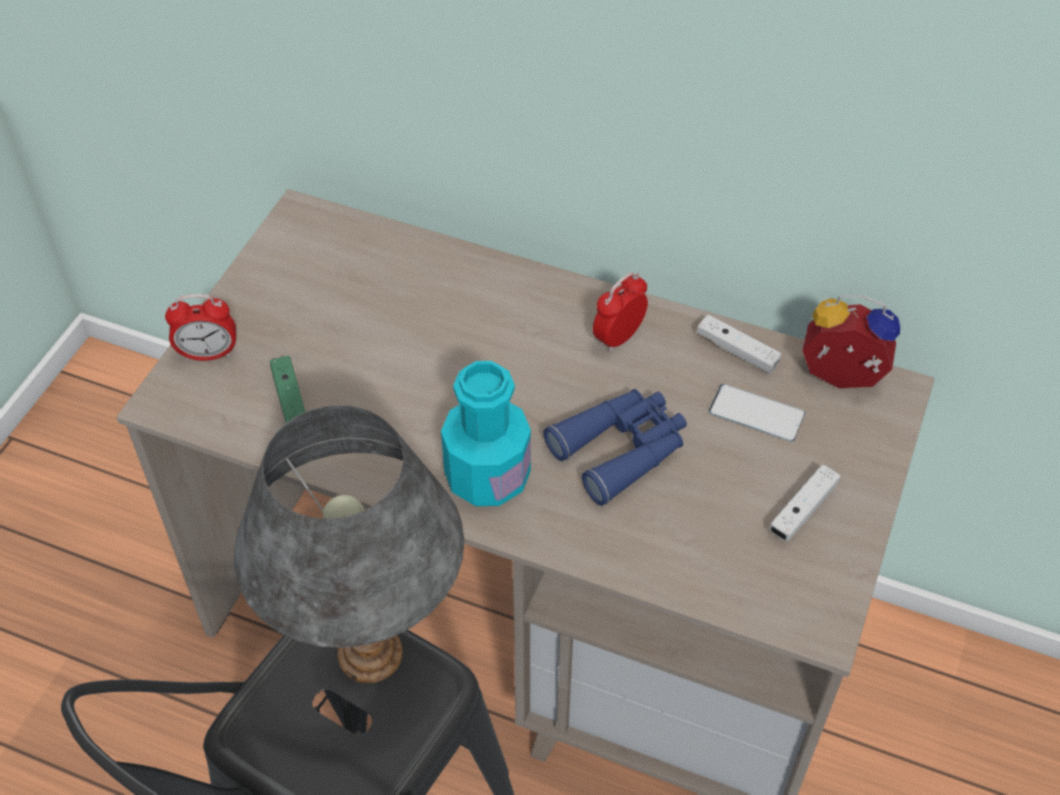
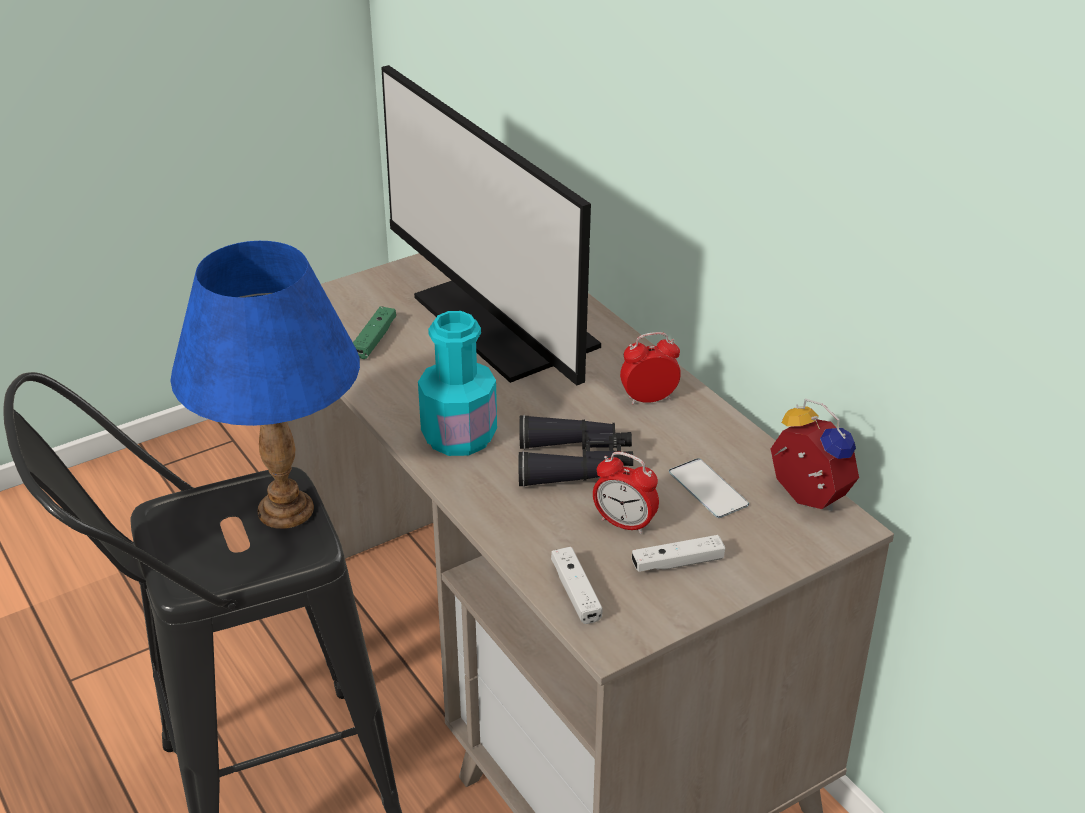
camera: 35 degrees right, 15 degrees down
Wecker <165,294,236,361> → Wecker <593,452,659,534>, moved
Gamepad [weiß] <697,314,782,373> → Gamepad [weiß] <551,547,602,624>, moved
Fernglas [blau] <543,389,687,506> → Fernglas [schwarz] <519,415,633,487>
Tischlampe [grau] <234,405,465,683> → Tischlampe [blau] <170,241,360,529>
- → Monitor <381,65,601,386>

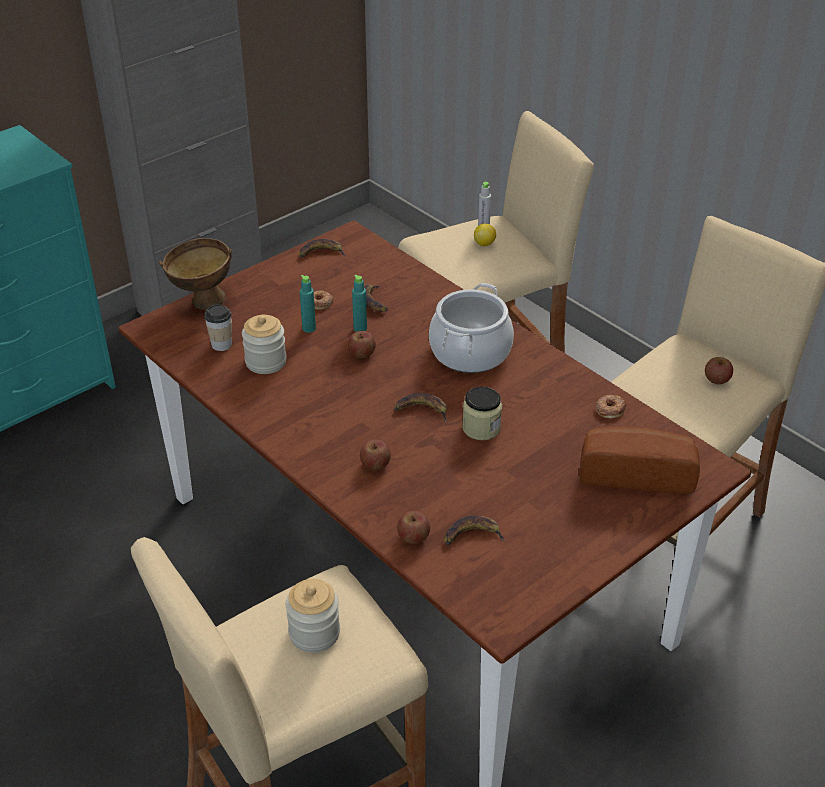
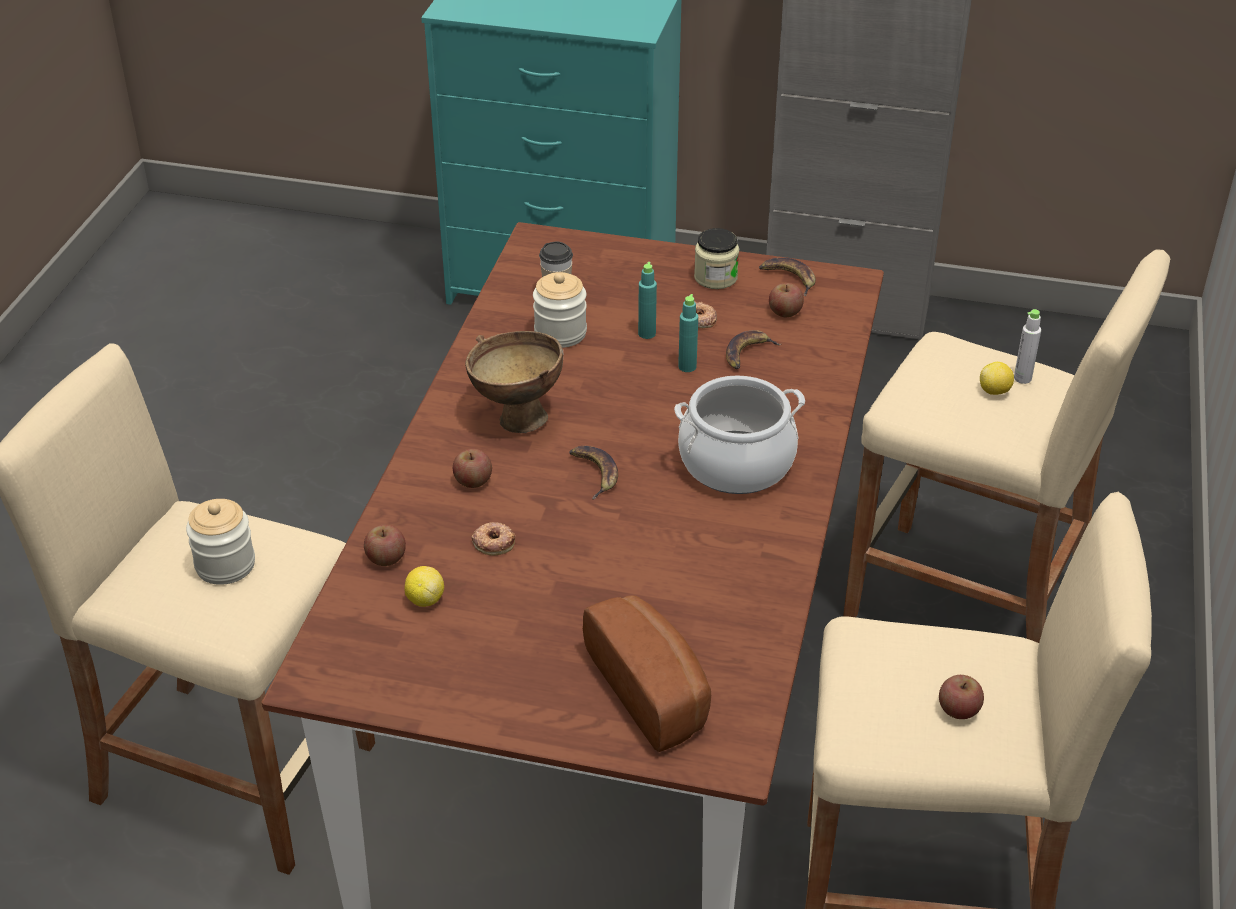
camera: 55 degrees right, 0 degrees up
Schüssel [braun] <159,238,232,310> → Schüssel [braun] <465,331,563,433>, moved
Apfel <348,331,376,358> → Apfel <769,283,804,317>, moved
Vorratsglas <462,387,502,440> → Vorratsglas <694,228,739,289>, moved
Donut <596,395,626,419> → Donut <472,522,515,556>, moved
Banane <444,516,506,546> → Zitrone <404,566,444,607>

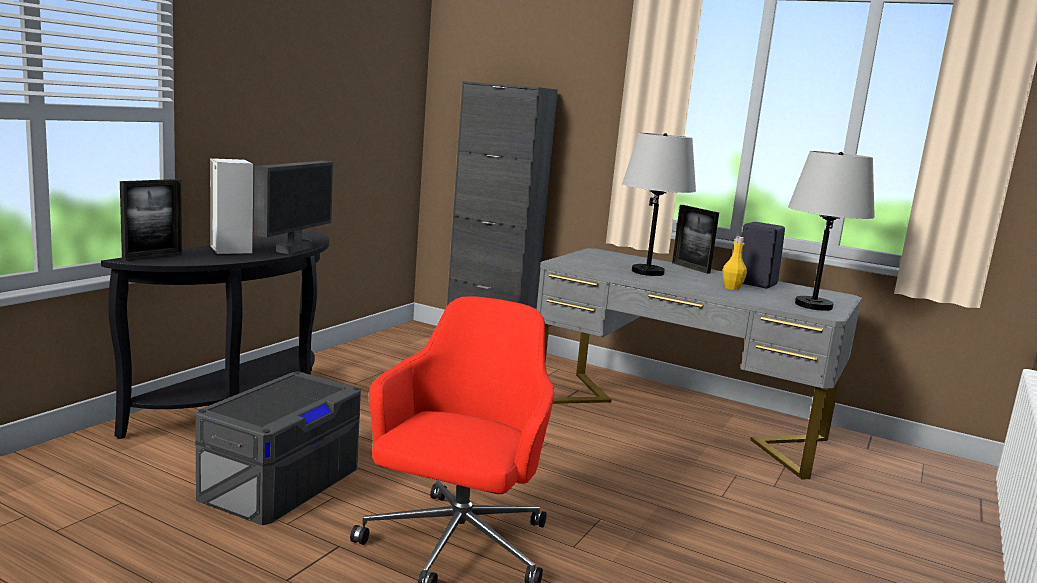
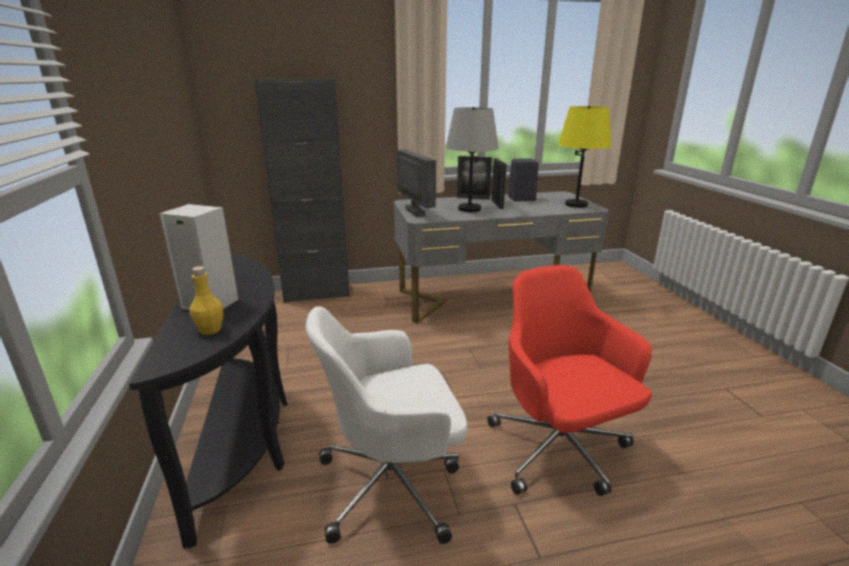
camera: 40 degrees left, 10 degrees up
Tischlampe [grau] <788,151,875,311> → Tischlampe [gelb] <558,106,611,208>
Monitor <254,161,333,254> → Monitor <397,149,436,217>, moved
Bilderrahmen <120,179,182,261> → Bilderrahmen <491,158,507,209>, moved
Flasche [gelb] <723,237,747,290> → Flasche [gelb] <189,266,223,335>, moved
Aufbewahrungsbox [grau] <195,372,361,525> → Bürostuhl [weiß] <306,306,468,544>

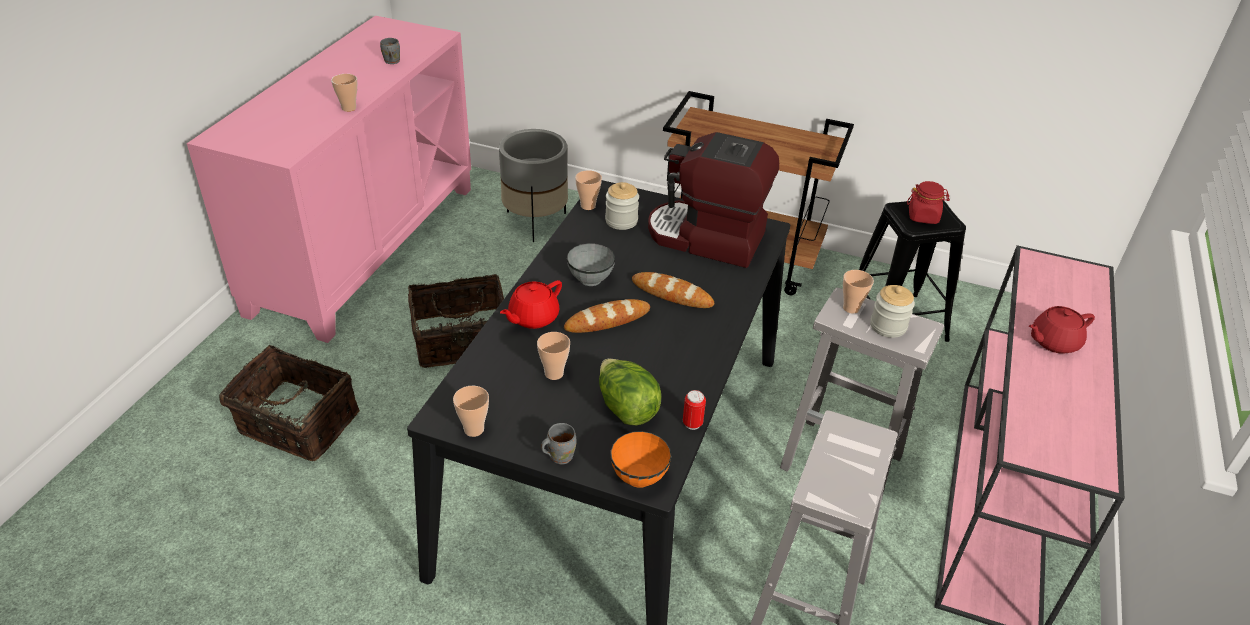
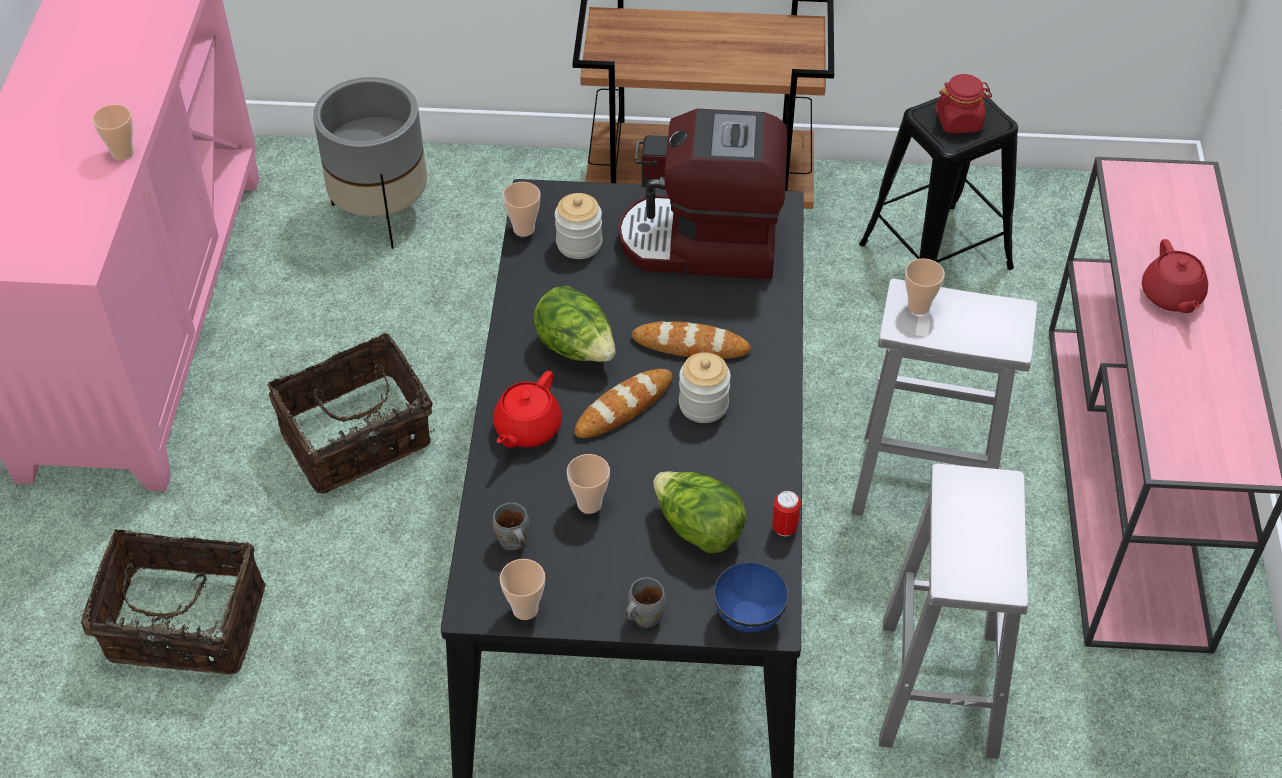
camera: 15 degrees left, 10 degrees up
Henkelbecher [grau] <380,38,400,64> → Henkelbecher [grau] <493,503,529,550>, moved
Schüssel [grau] <567,243,615,286> → Salatkopf <534,286,616,362>
Vorratsglas <870,285,915,338> → Vorratsglas <679,352,731,423>, moved
Teekanne [rot] <1029,306,1095,354> → Teekanne [rot] <1142,239,1208,313>, 60 degrees counterclockwise
Schüssel [orange] <610,431,671,488> → Schüssel [blau] <714,562,789,633>

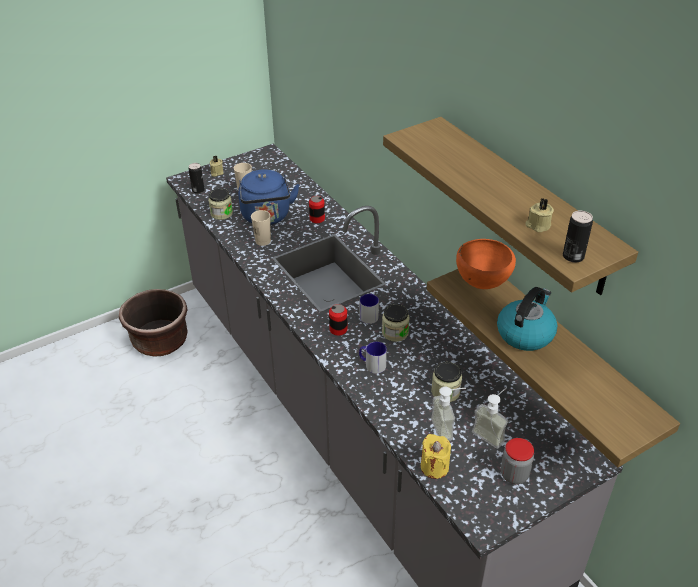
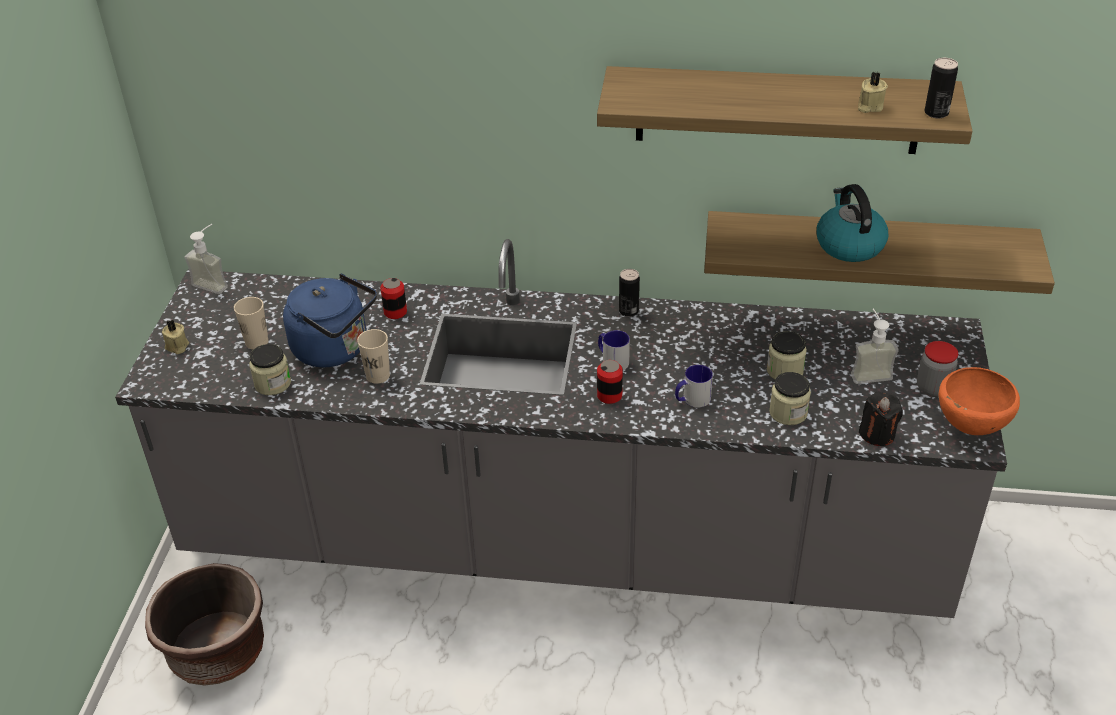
camera: 50 degrees left, 0 degrees up
Dose <189,163,205,194> → Dose <619,269,640,317>, moved
Schüssel [orange] <456,239,516,289> → Schüssel [orange] <939,367,1020,435>, moved
Vorratsglas <382,304,410,342> → Vorratsglas <769,372,811,425>, moved
Seifenspender <431,387,466,441> → Seifenspender <184,224,228,294>, moved
Kerze [gelb] <421,434,451,479> → Kerze [schwarz] <859,392,903,446>

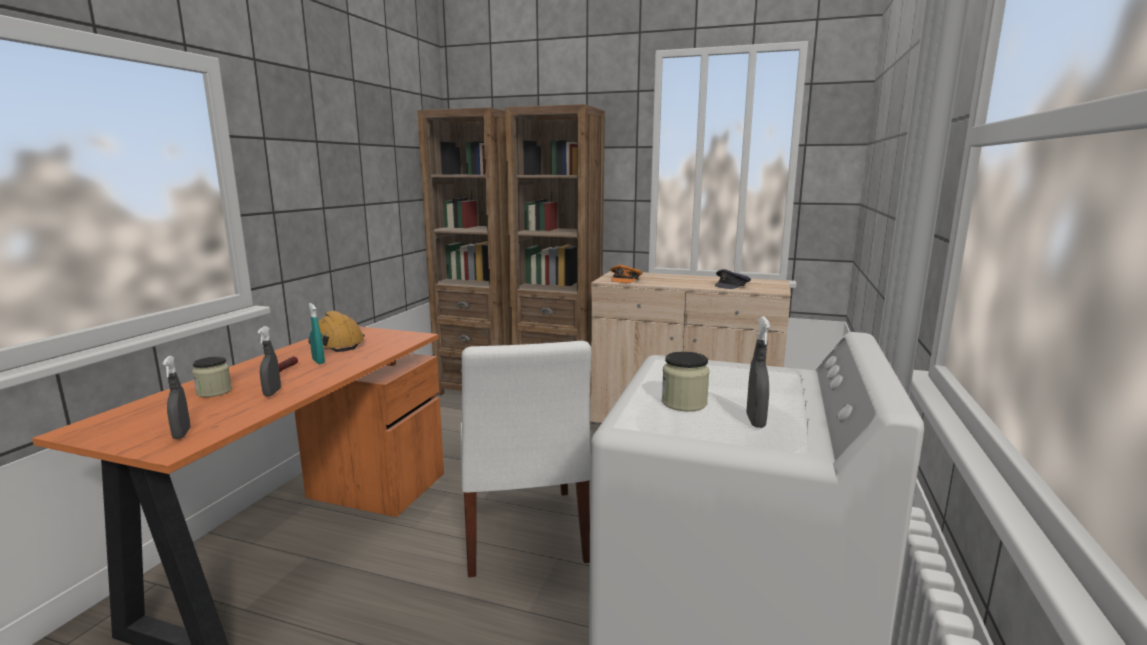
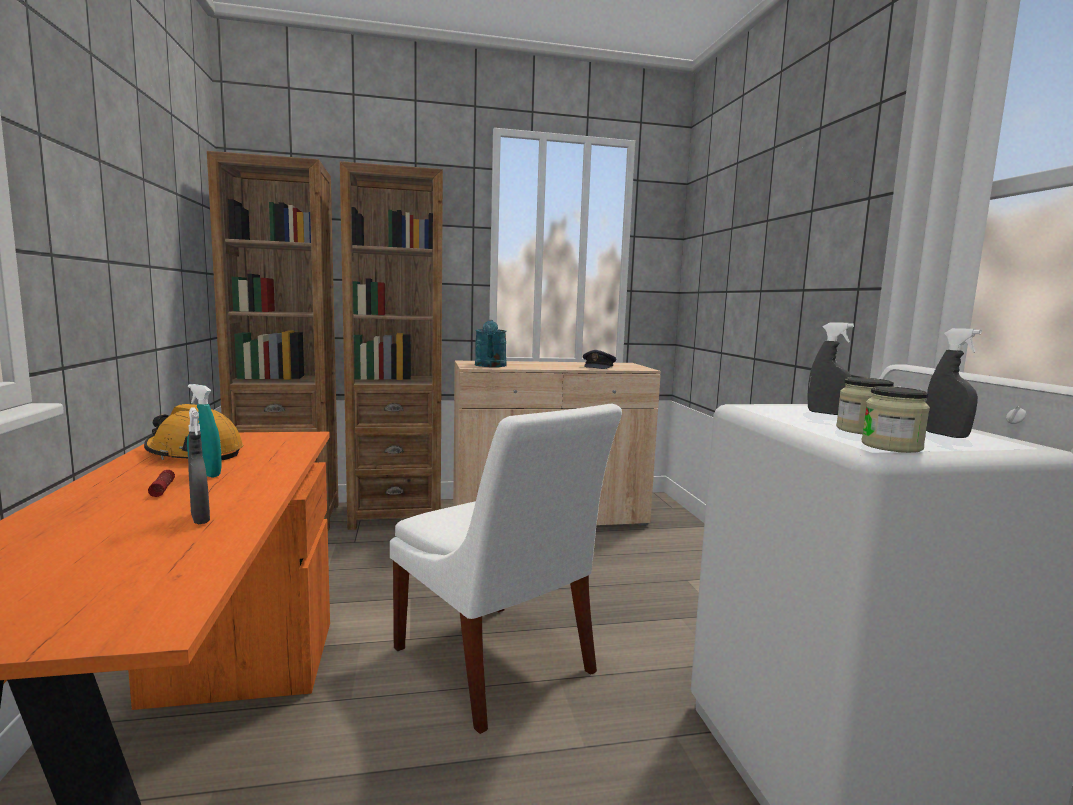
camera: 30 degrees left, 5 degrees down
Kappe [orange] <610,265,642,283> → Gießkanne [türkis] <475,320,507,367>
Sprühflasche [grau] <163,356,190,439> → Sprühflasche [grau] <807,322,854,415>, moved
Vorratsglas <192,356,232,397> → Vorratsglas <861,386,930,453>, moved

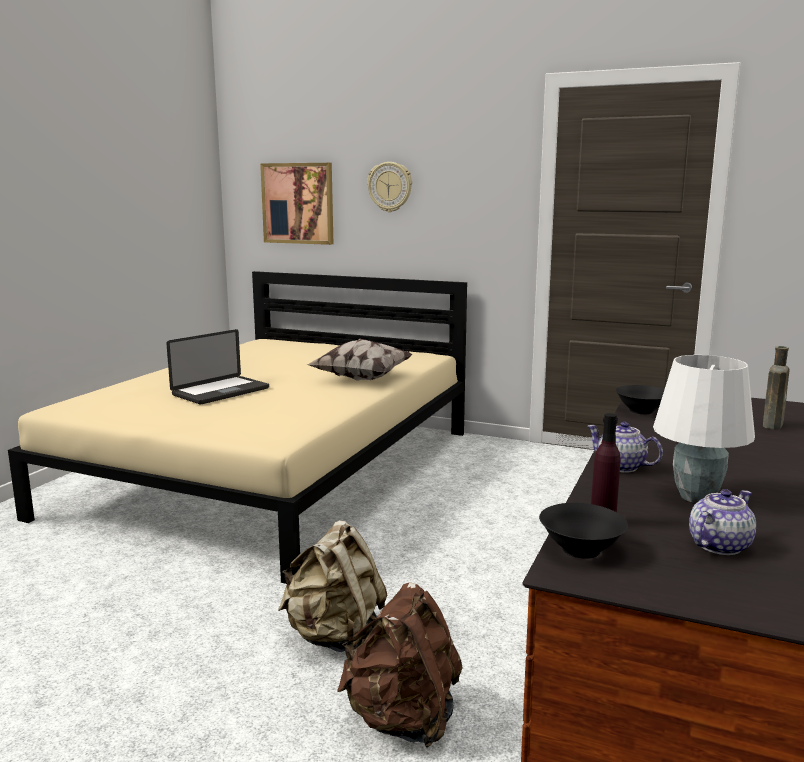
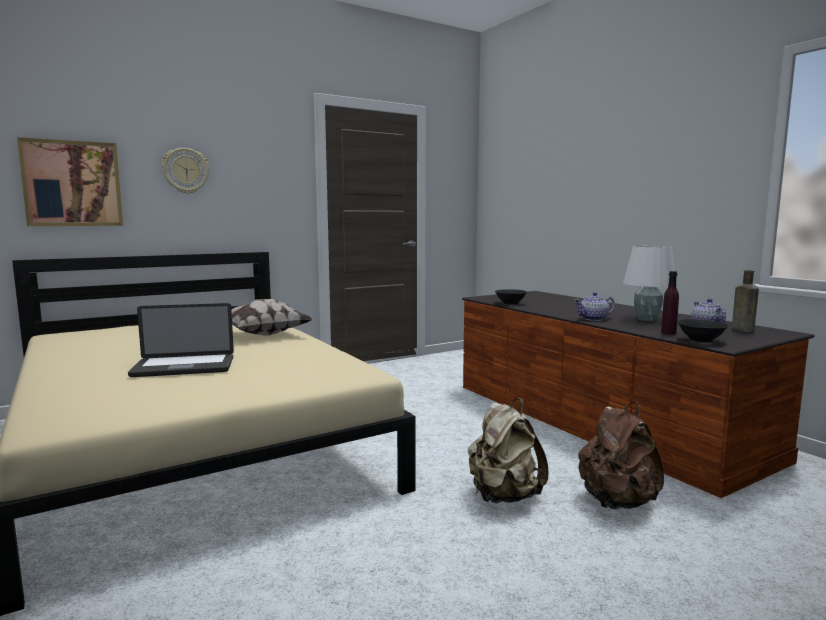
camera: 55 degrees left, 5 degrees down
Laptop <166,329,269,404> → Laptop <128,303,234,377>, 90 degrees clockwise
Flasche [braun] <763,346,790,430> → Flasche [braun] <732,270,759,333>, moved

